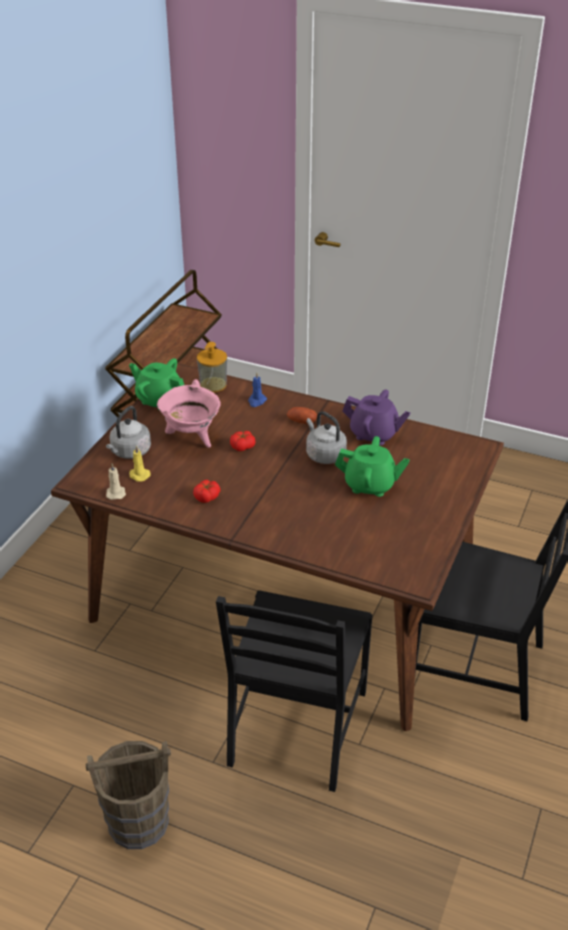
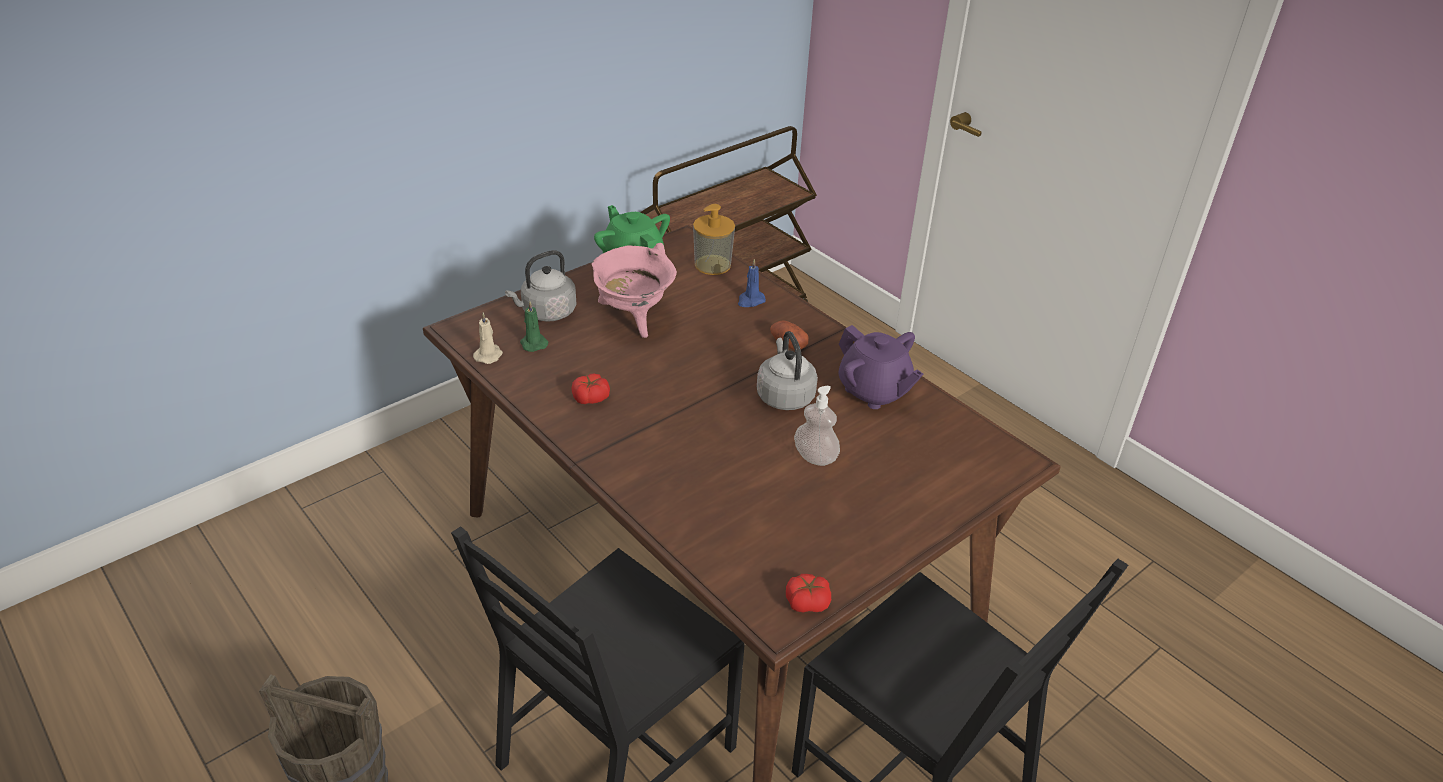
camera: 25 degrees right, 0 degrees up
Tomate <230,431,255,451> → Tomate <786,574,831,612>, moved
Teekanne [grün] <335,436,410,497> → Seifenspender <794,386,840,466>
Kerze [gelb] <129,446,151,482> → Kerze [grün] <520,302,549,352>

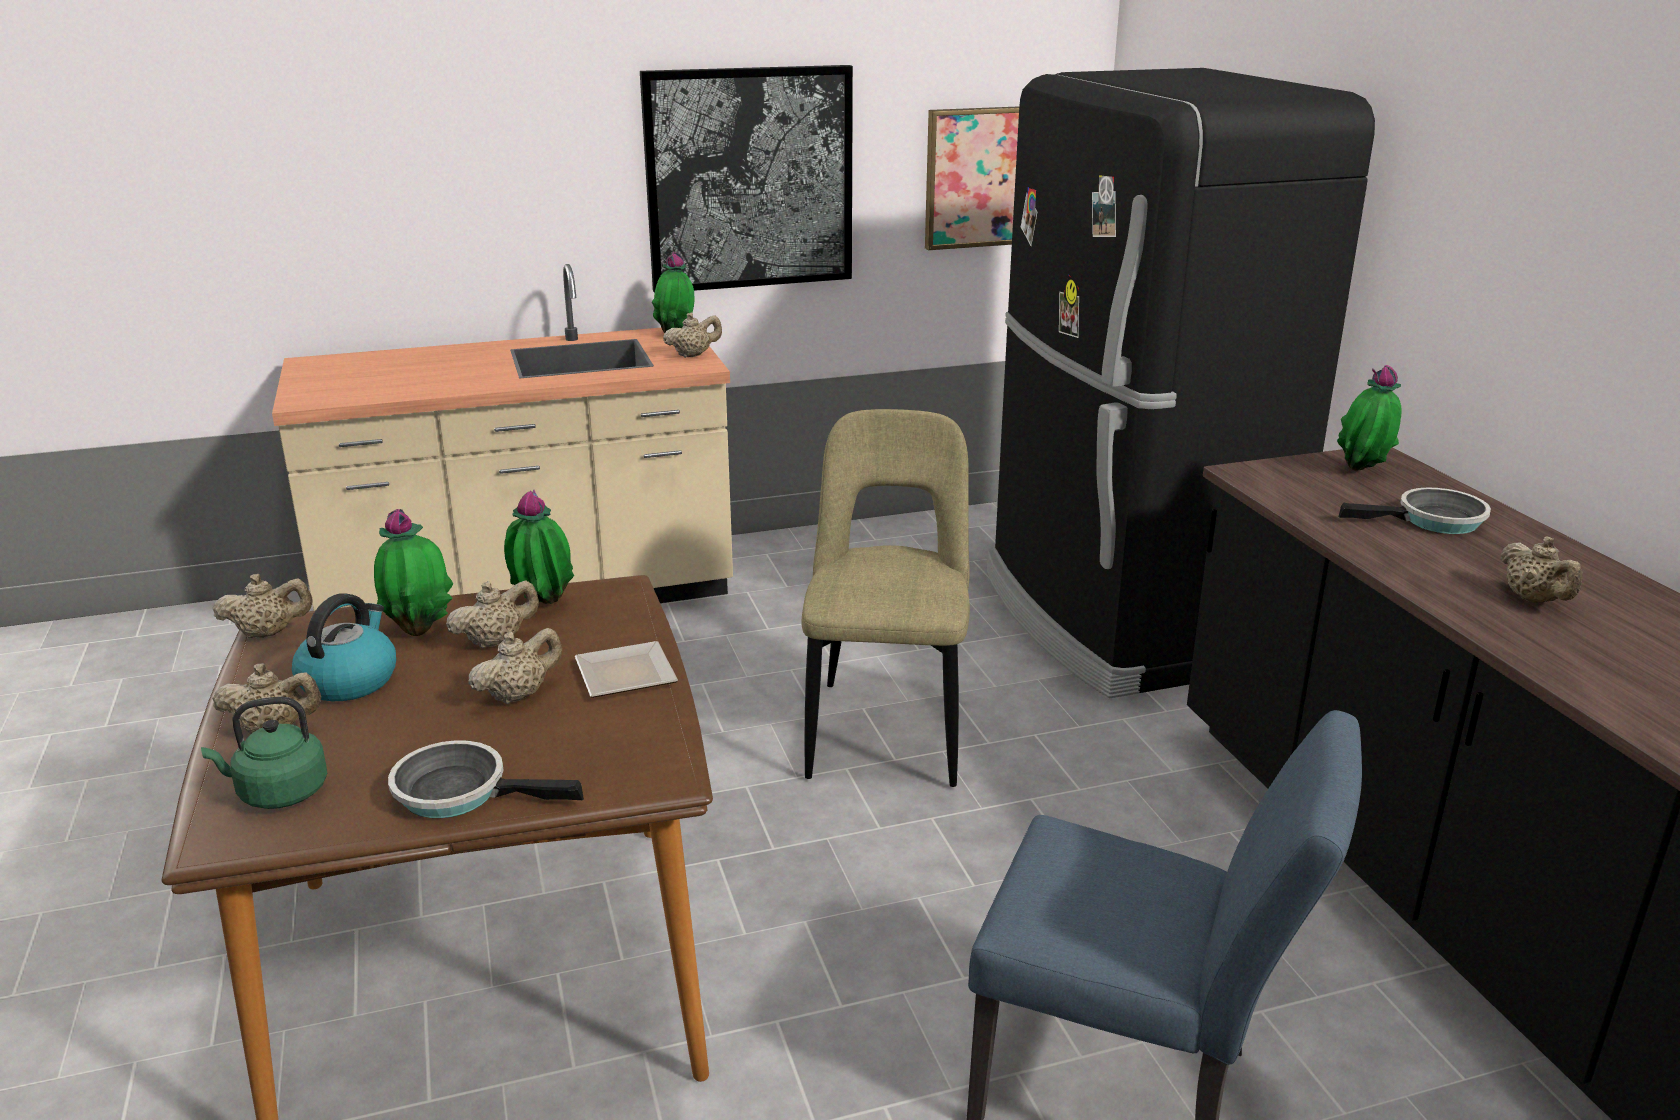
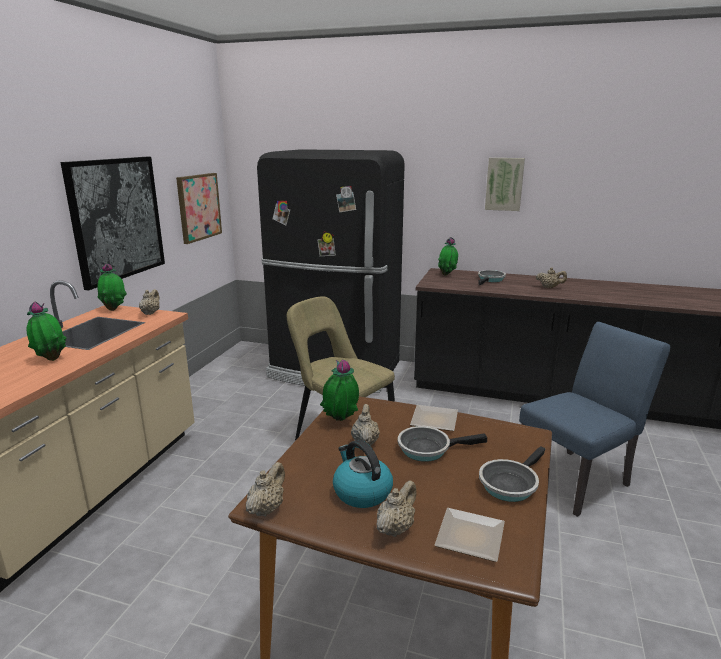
camera: 55 degrees left, 5 degrees down
Topfpflanze <374,509,453,636> → Topfpflanze <26,301,66,361>, moved
Teekanne [beige] <469,628,562,704> → Pfanne <398,426,487,462>
Wasserkessel [grün] <201,697,327,809> → Teller <435,508,505,562>
- → Bild <485,158,525,211>

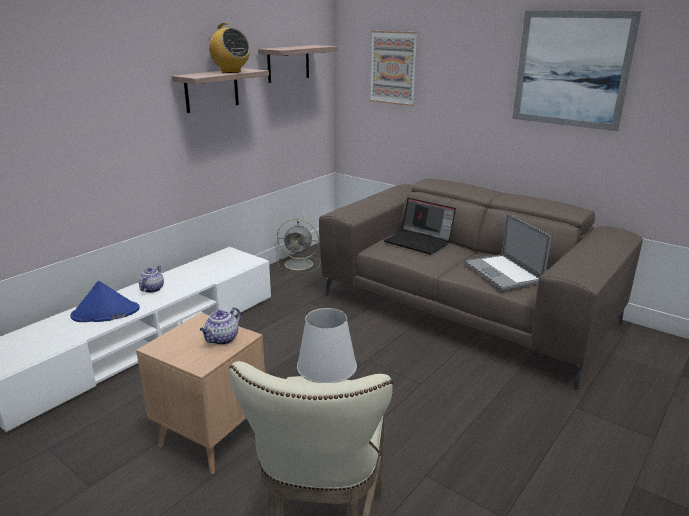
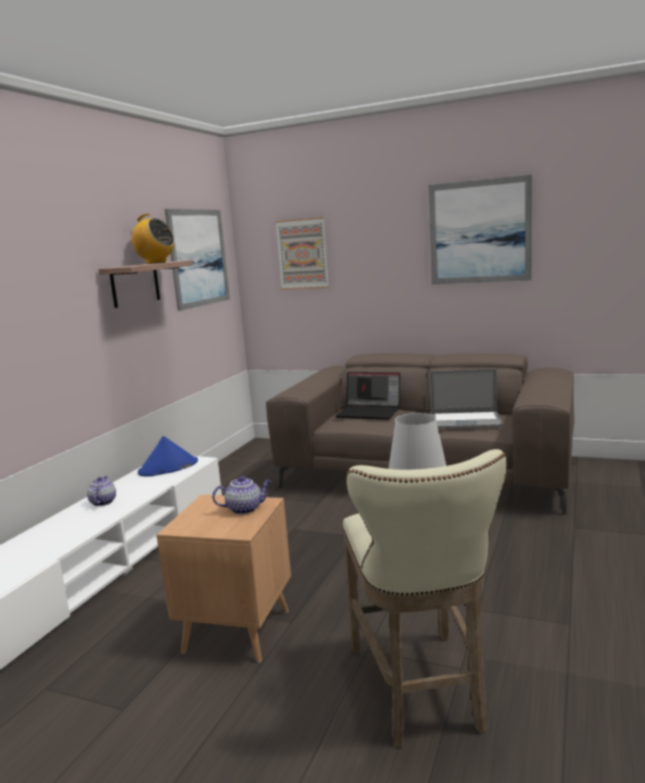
camera: 15 degrees left, 10 degrees down
Wandregal <258,45,338,83> → Bild <165,209,230,311>
Laptop <464,213,551,290> → Laptop <430,368,503,429>, 45 degrees counterclockwise
Ventilator [grau] <277,219,321,273> → -
Hut [blau] <70,281,140,322> → Hut [blau] <138,436,198,476>, moved
Teekanne <200,307,241,345> → Teekanne <212,476,271,514>, 120 degrees counterclockwise

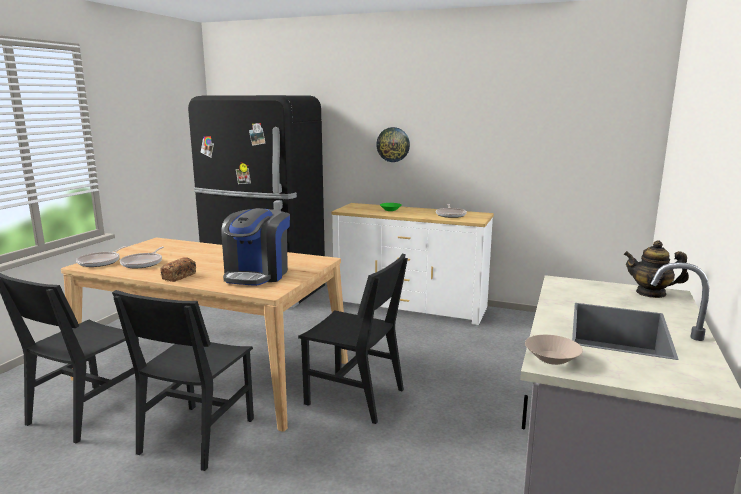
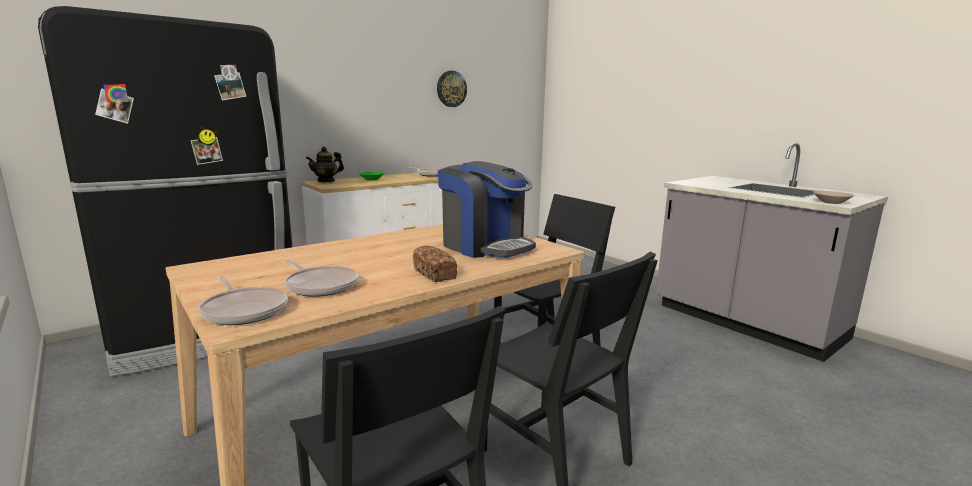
camera: 60 degrees left, 0 degrees up
Wanduhr <376,127,410,162> → Wanduhr <437,71,467,107>, moved
Teekanne <624,240,689,298> → Teekanne <306,147,344,182>, moved

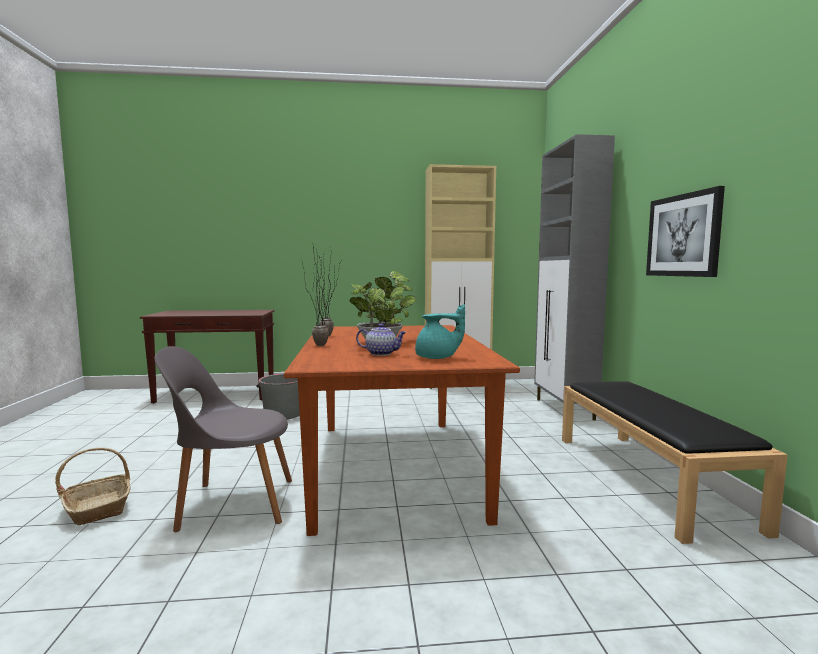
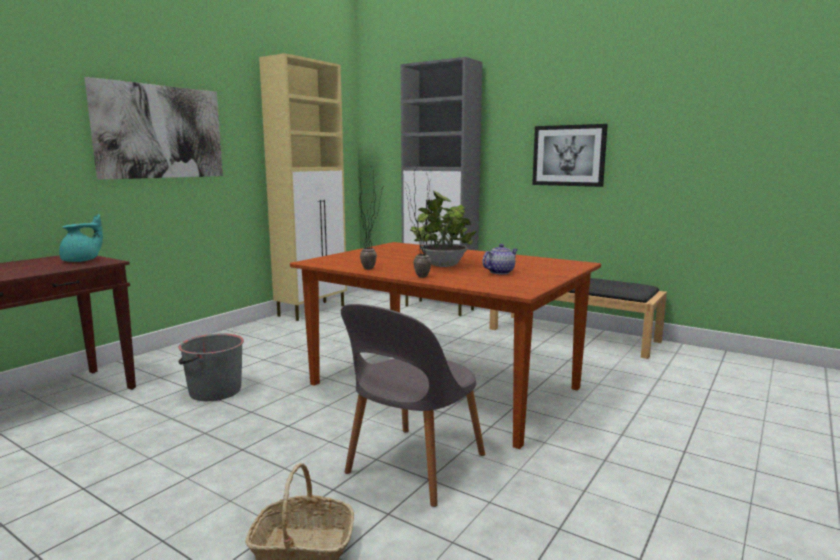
camera: 50 degrees left, 5 degrees up
Teekanne [türkis] <415,304,465,359> → Teekanne [türkis] <59,214,103,262>, moved
- → Bild <84,77,223,180>

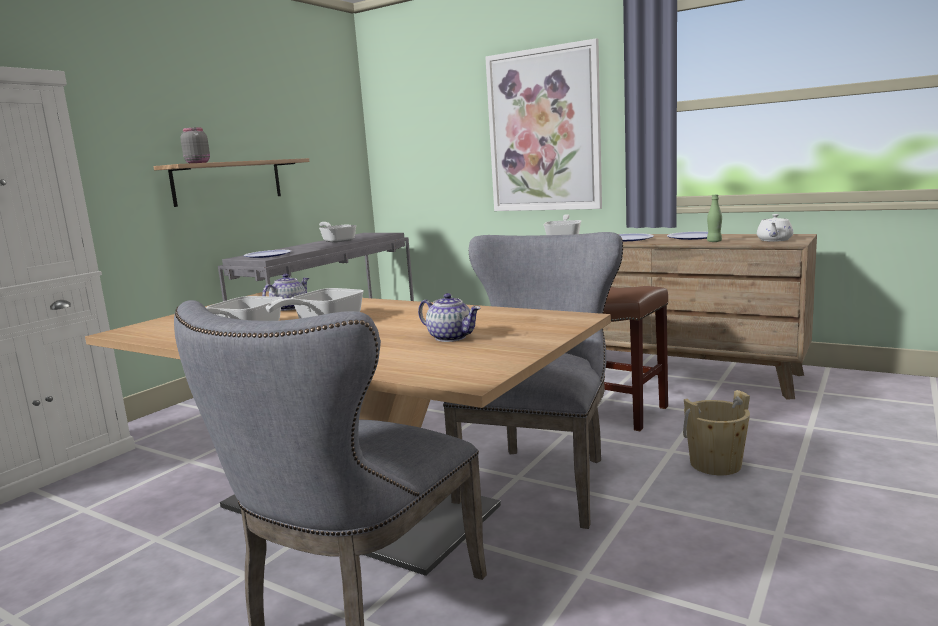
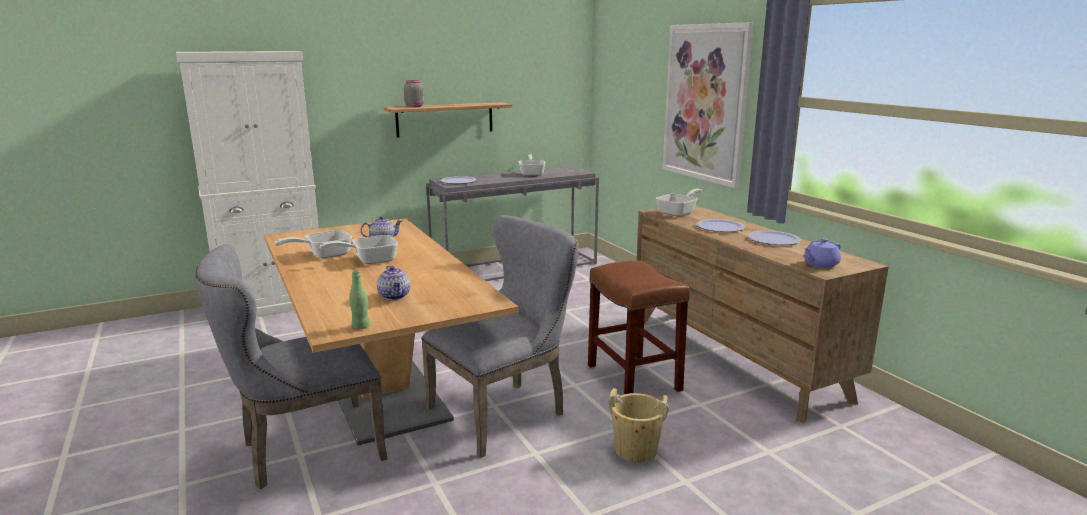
camera: 30 degrees right, 5 degrees up
Flasche [grün] <707,195,722,242> → Flasche [grün] <349,270,370,329>, moved
Teekanne [weiß] <757,214,793,242> → Teekanne [lila] <804,238,841,268>

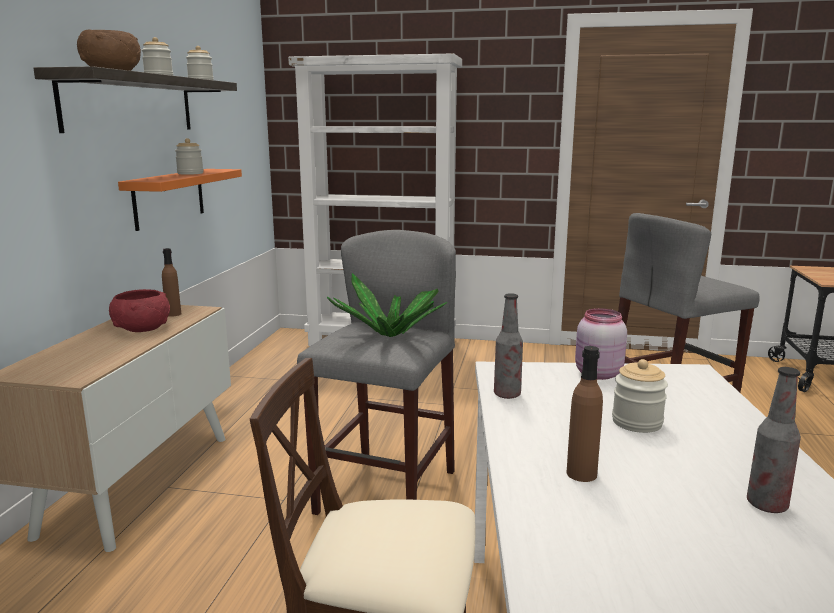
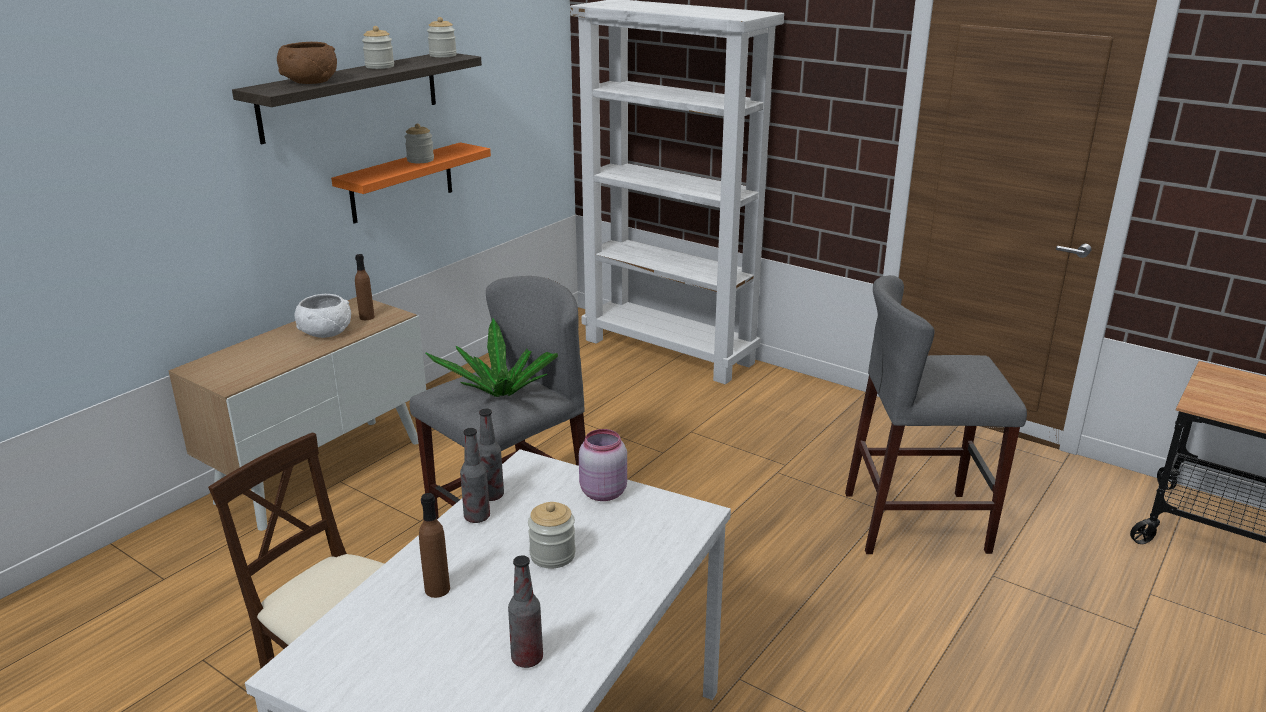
camera: 25 degrees right, 10 degrees up
Schüssel [rot] <109,289,170,332> → Schüssel [weiß] <295,294,351,338>
- → Flasche <460,428,490,523>

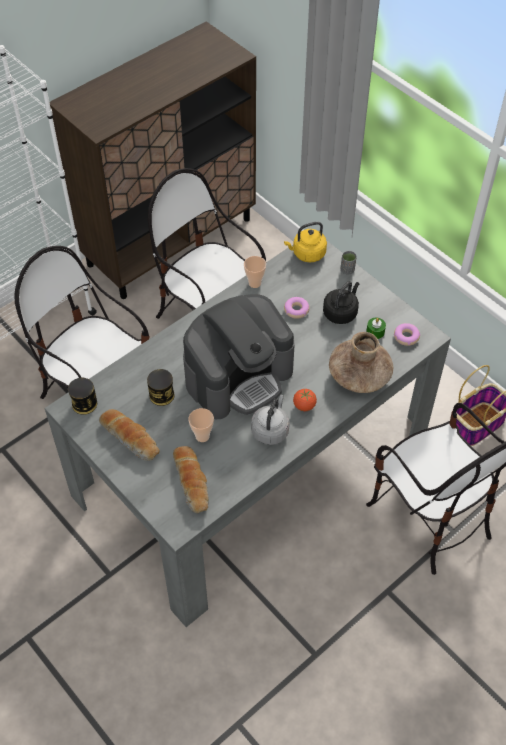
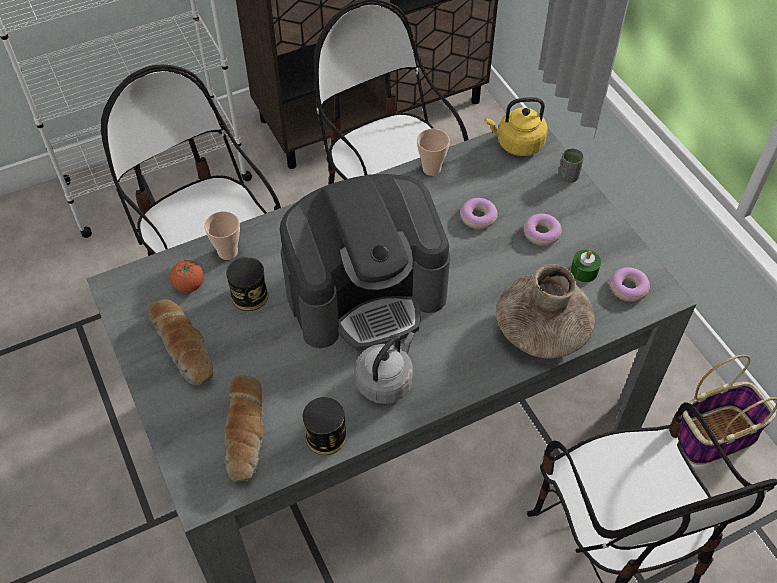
camera: 15 degrees right, 0 degrees up
Wasserkessel [schwarz] <323,281,359,324> → Donut <524,214,561,246>
Dose <68,378,97,415> → Dose <303,397,346,455>, moved
Tomate <293,389,317,411> → Tomate <170,260,204,293>, moved
Tasse <188,408,214,442> → Tasse <204,211,240,260>, moved

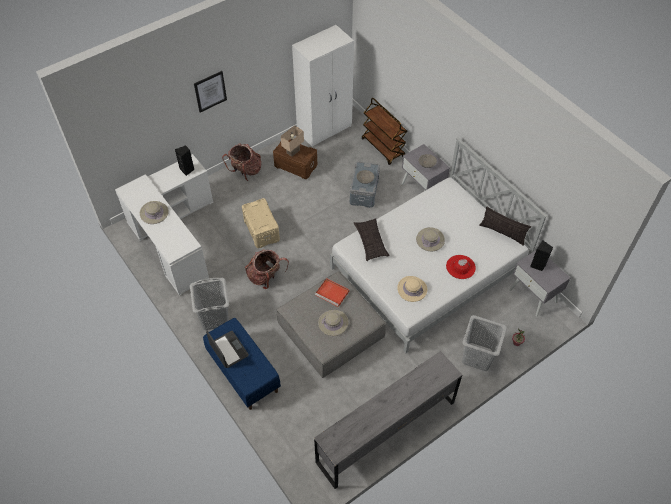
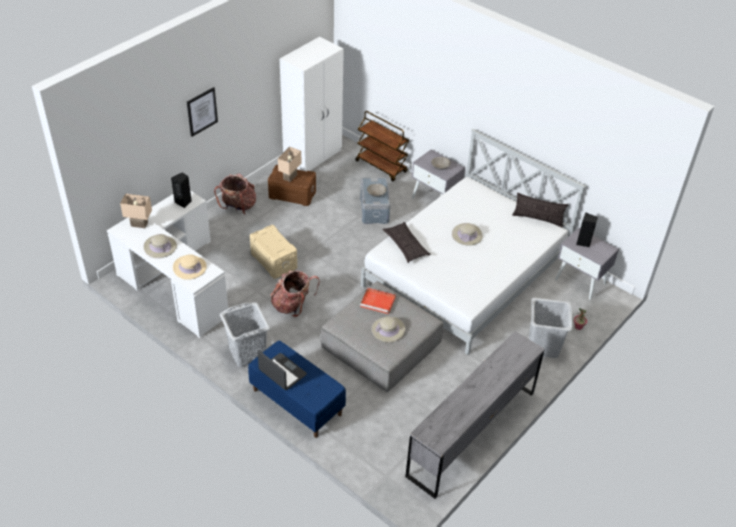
camera: 15 degrees left, 10 degrees down
Hut [rot] <446,255,476,279> → -
Hut [beige] <397,276,427,302> → Hut [beige] <173,254,207,280>, moved
- → Tischlampe [beige] <120,193,152,228>

